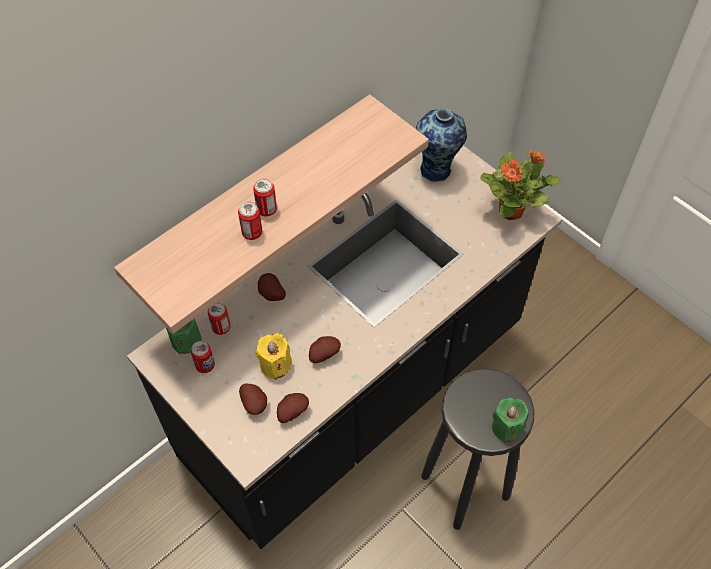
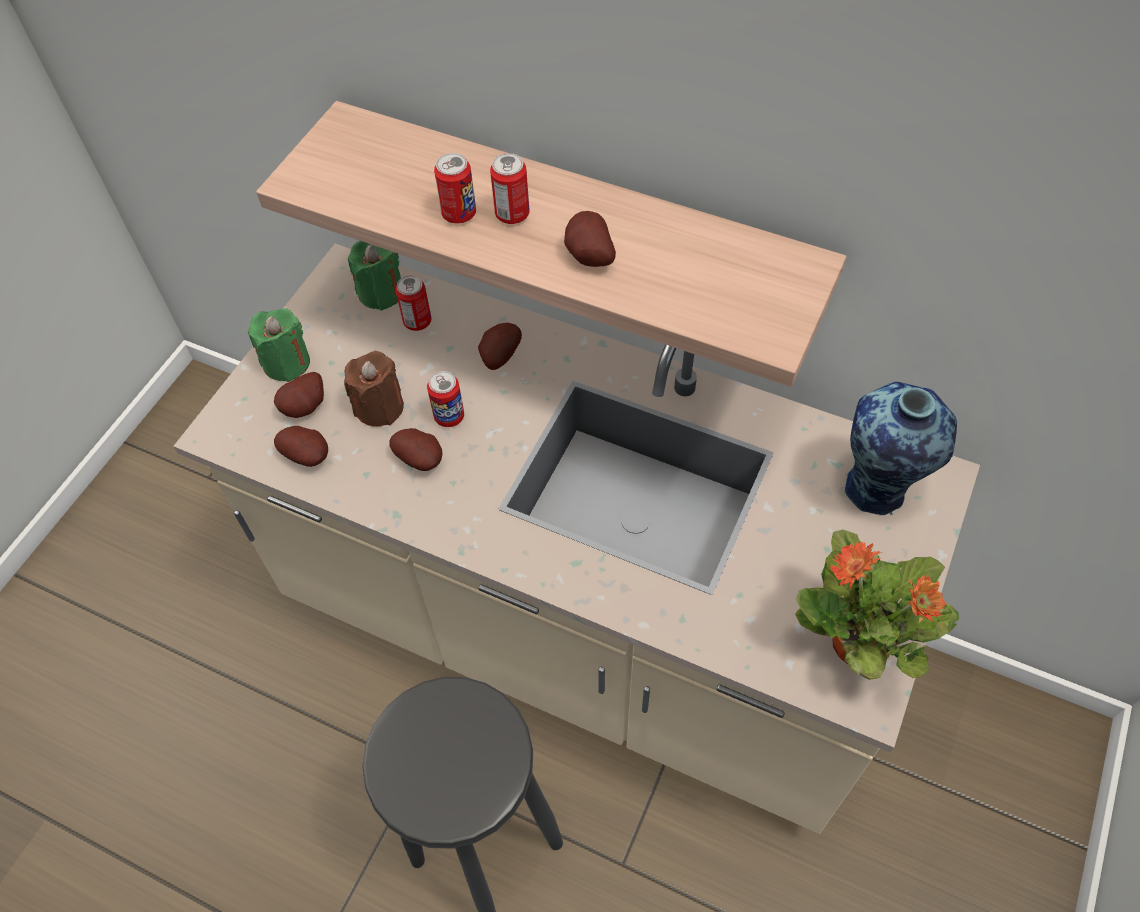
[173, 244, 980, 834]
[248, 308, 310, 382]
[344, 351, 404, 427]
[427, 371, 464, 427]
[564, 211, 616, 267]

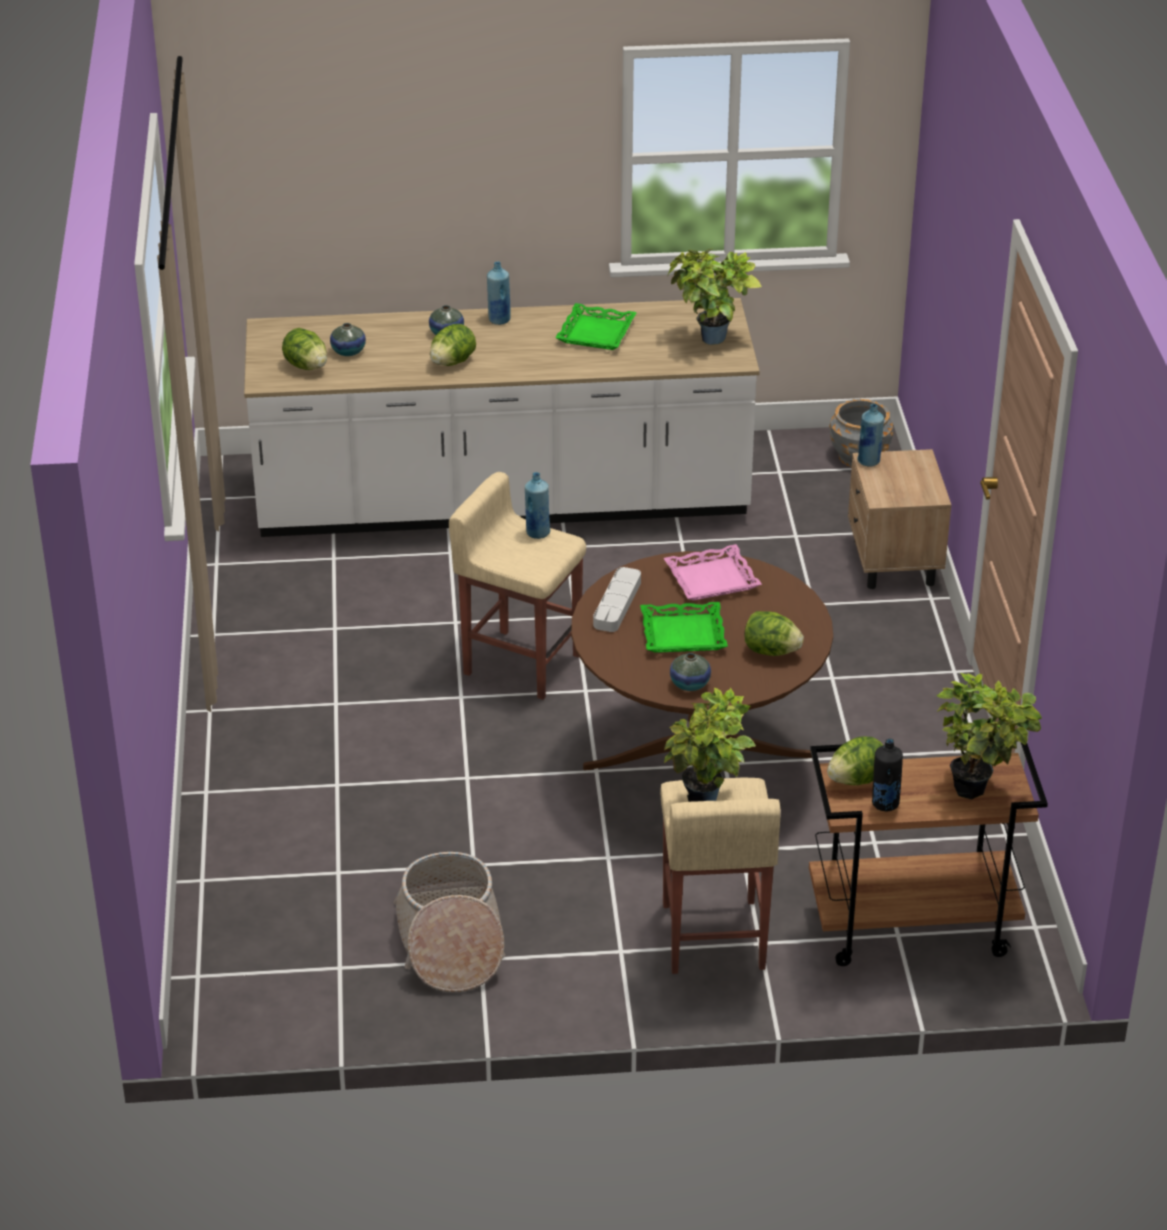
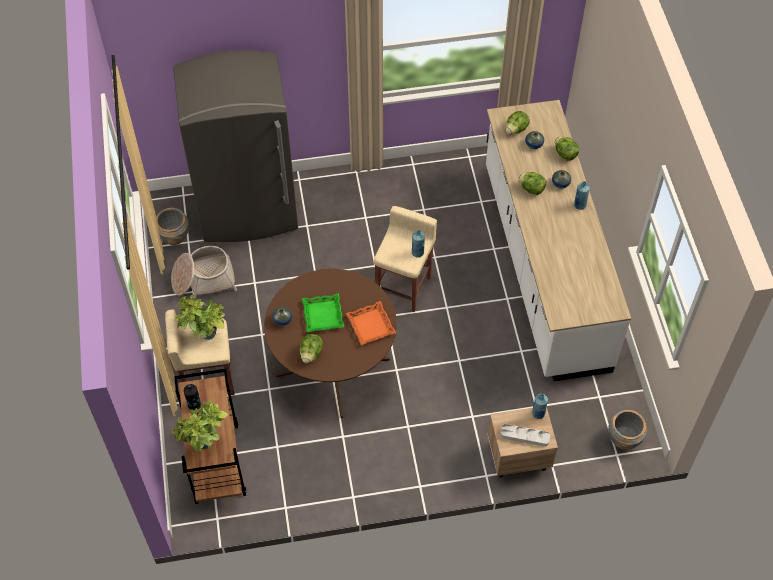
[156, 208, 189, 245]
[173, 50, 298, 242]
[346, 301, 396, 345]
[500, 424, 550, 447]
[555, 137, 579, 161]
[555, 303, 637, 350] (first image)
[668, 248, 762, 345] (first image)

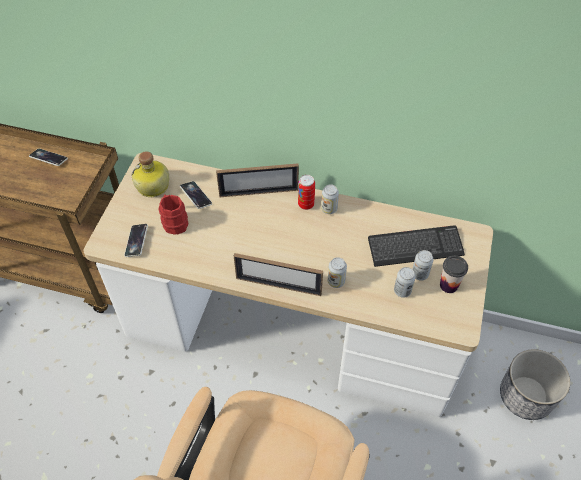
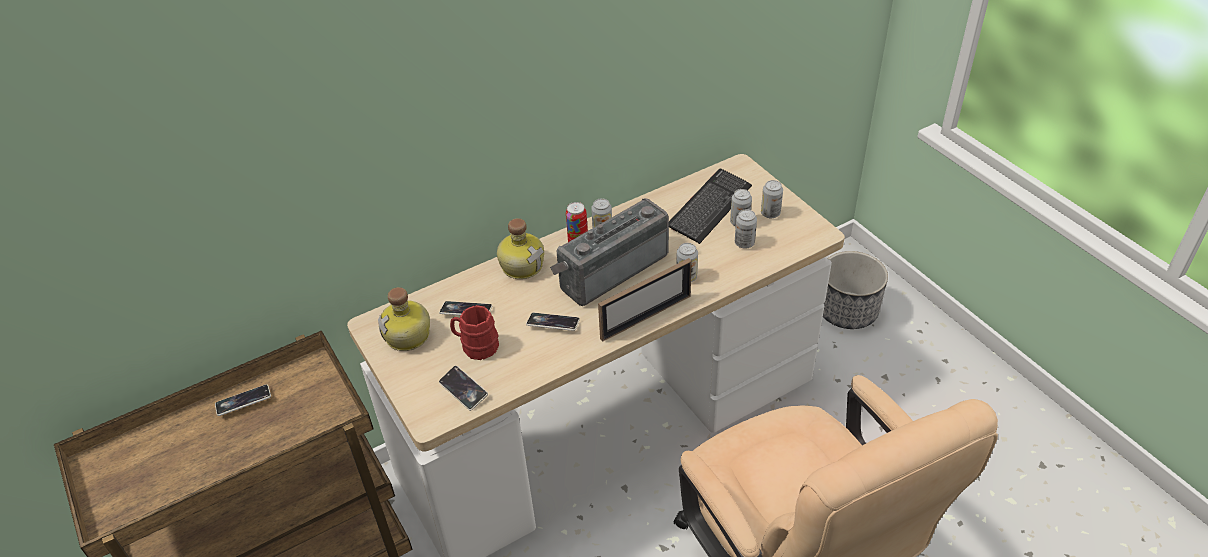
[497, 218, 544, 279]
[526, 313, 580, 331]
[550, 198, 669, 306]
[761, 180, 783, 218]

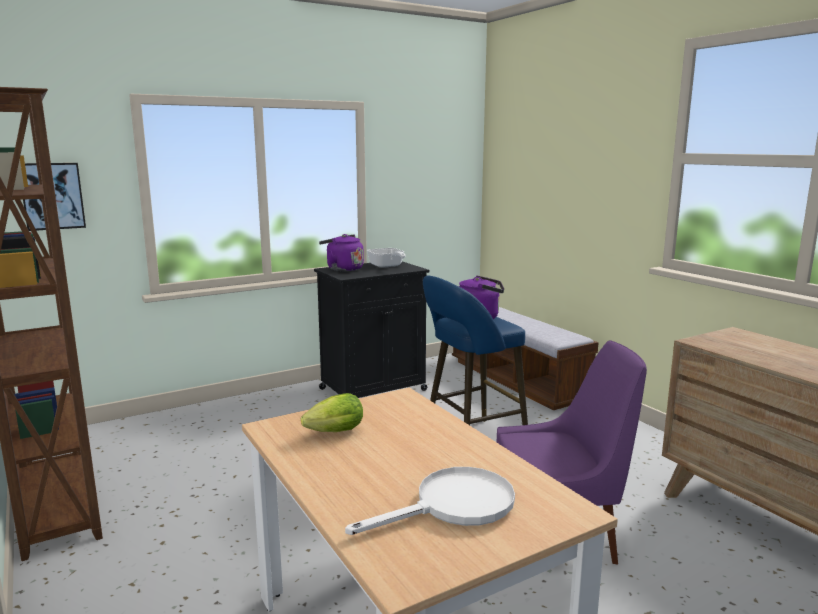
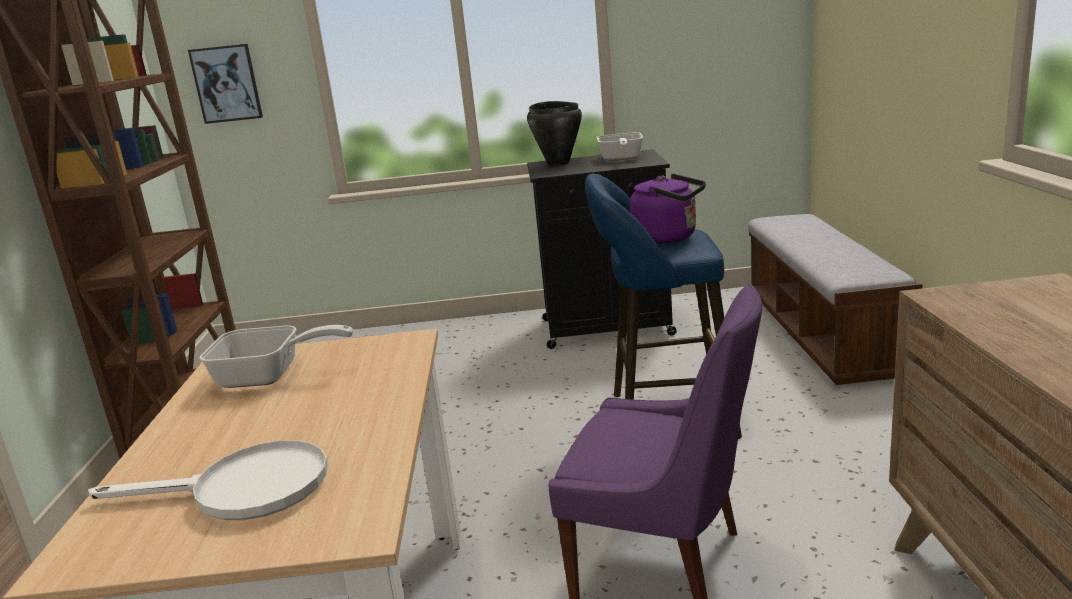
[199, 325, 353, 388]
[527, 101, 582, 166]

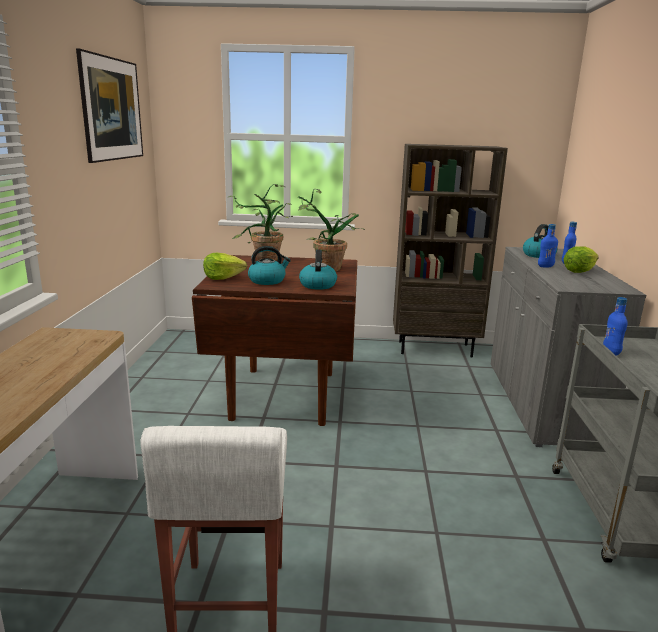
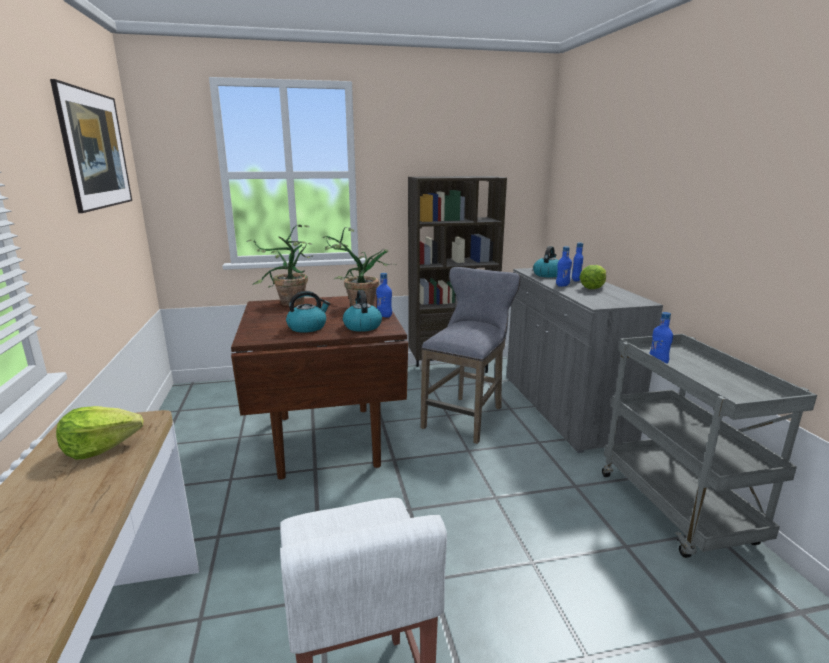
[56, 406, 144, 460]
[376, 273, 392, 318]
[421, 267, 521, 444]

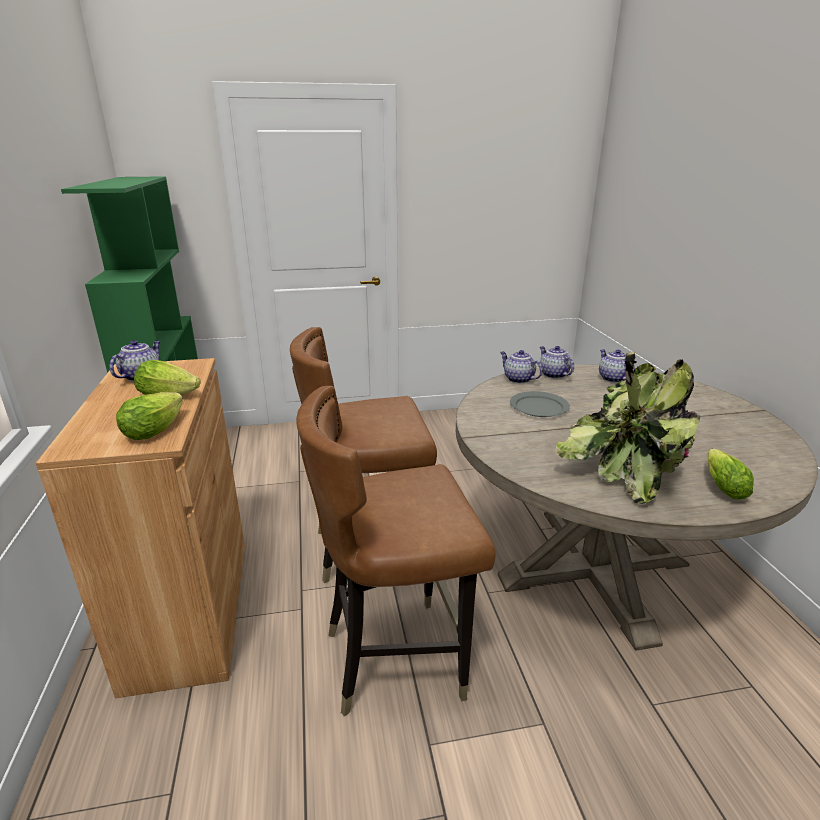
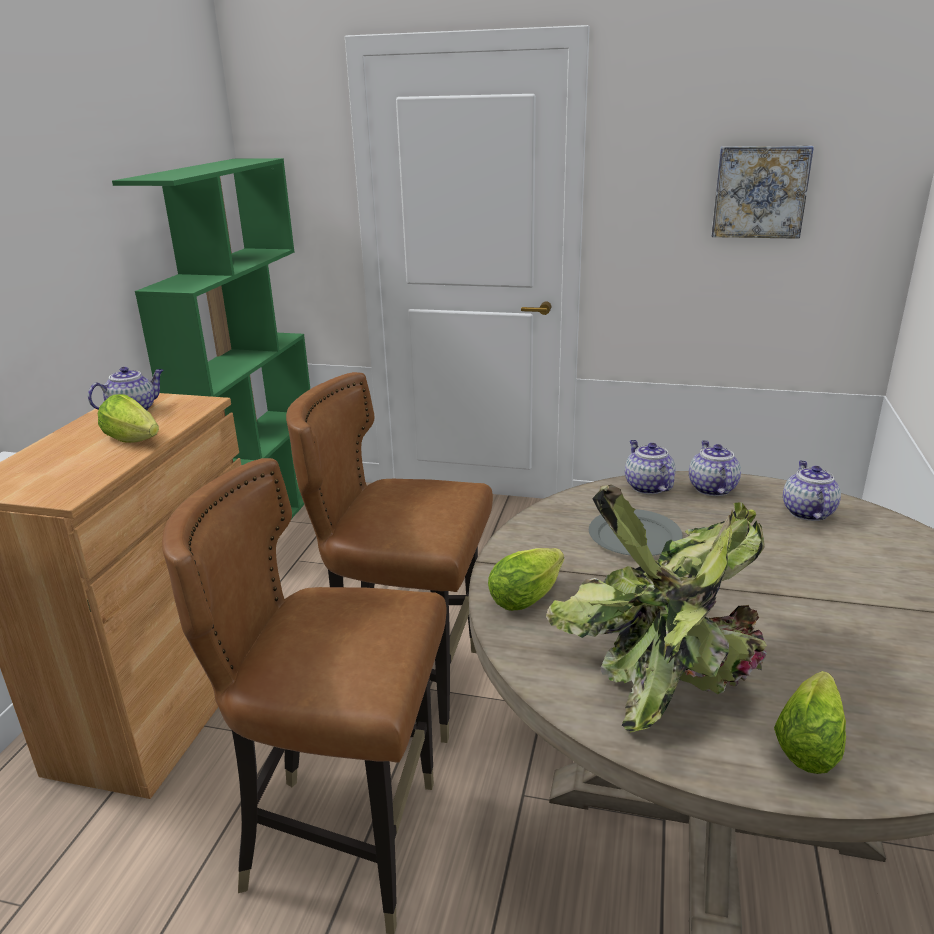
[488, 548, 564, 611]
[711, 146, 814, 239]

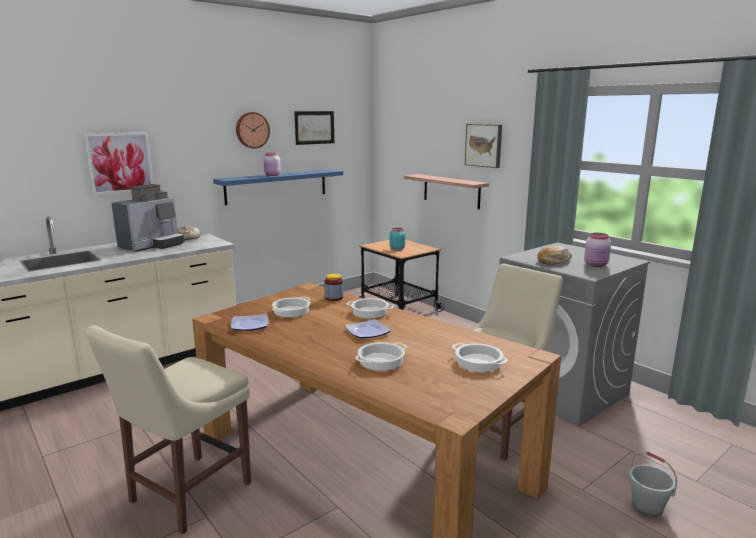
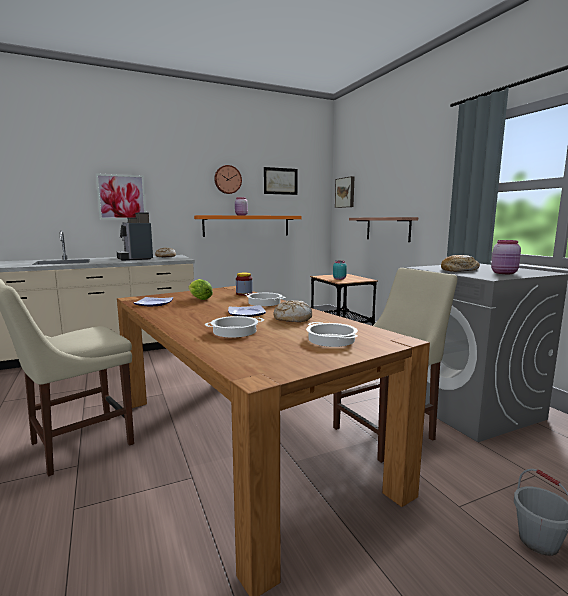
[117, 212, 153, 261]
[189, 279, 213, 300]
[194, 215, 302, 237]
[274, 300, 312, 322]
[335, 176, 355, 208]

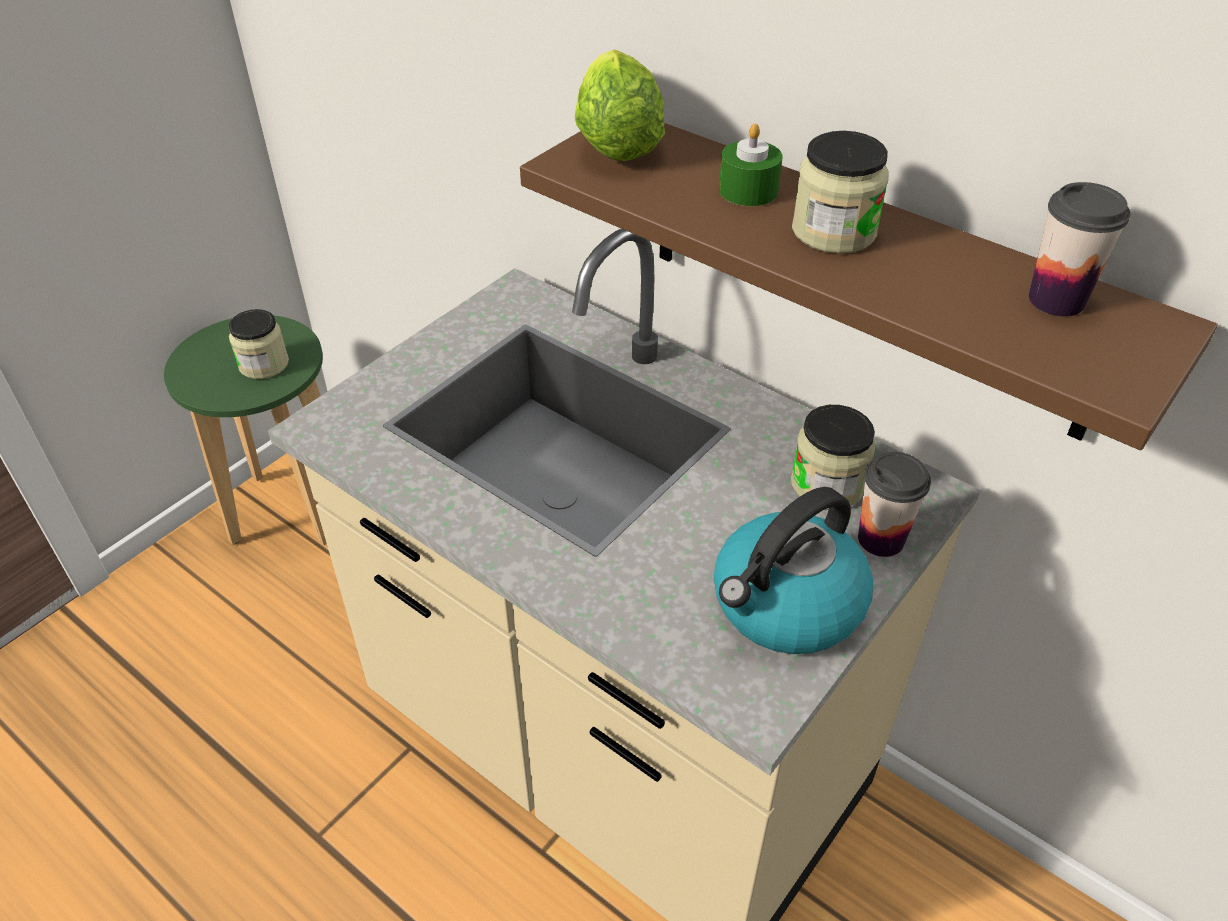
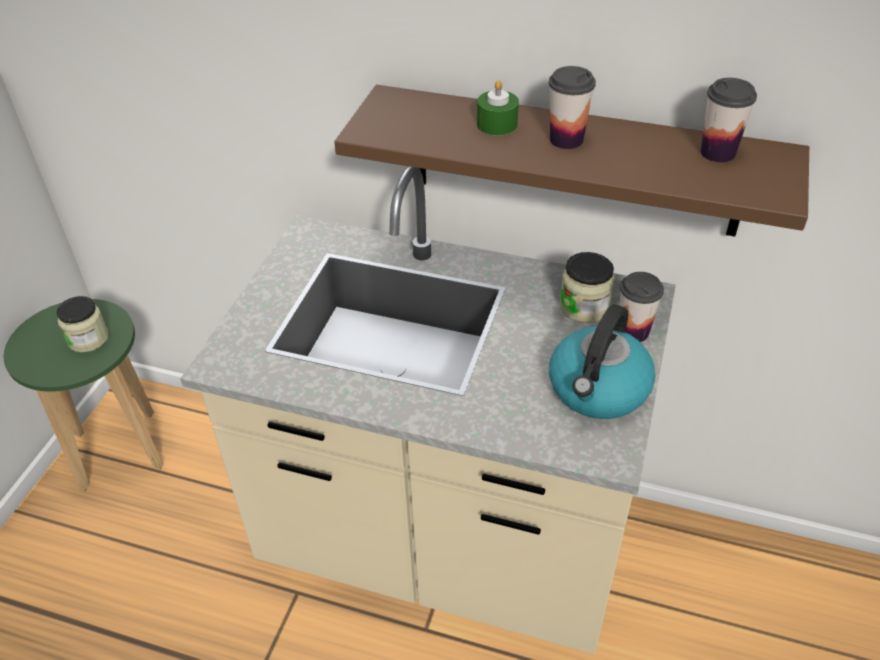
[549, 66, 596, 149]
[575, 49, 665, 161] (first image)

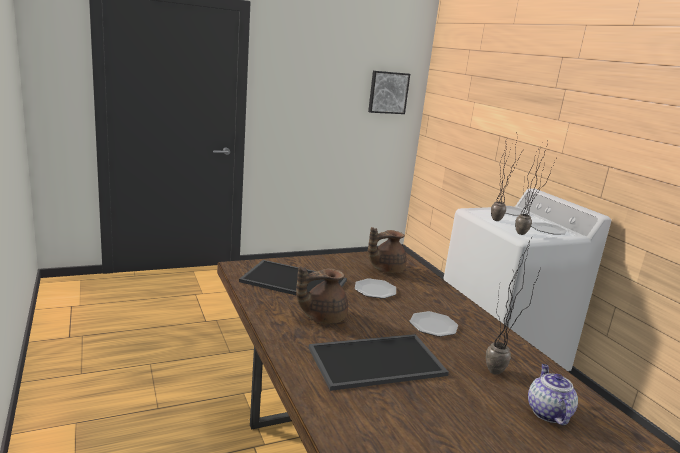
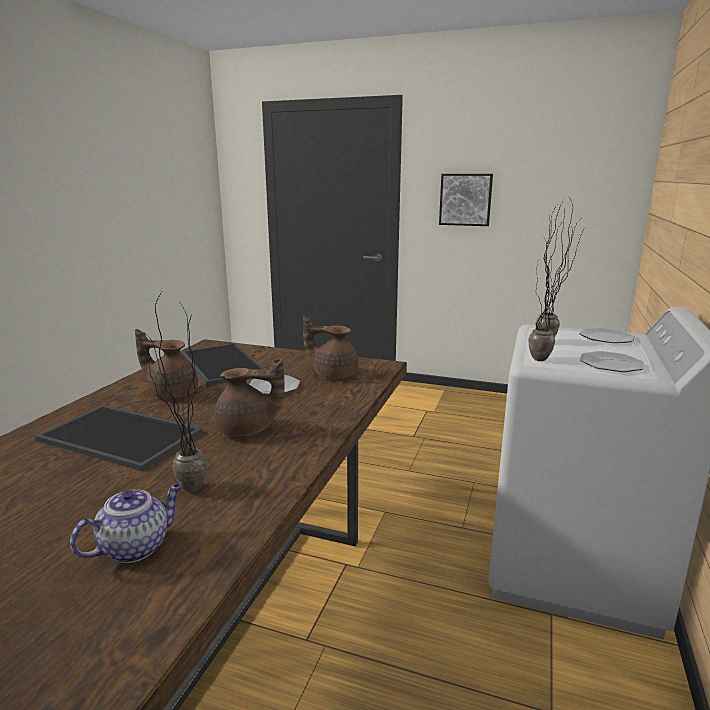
[214, 358, 285, 436]
[439, 174, 493, 226]

